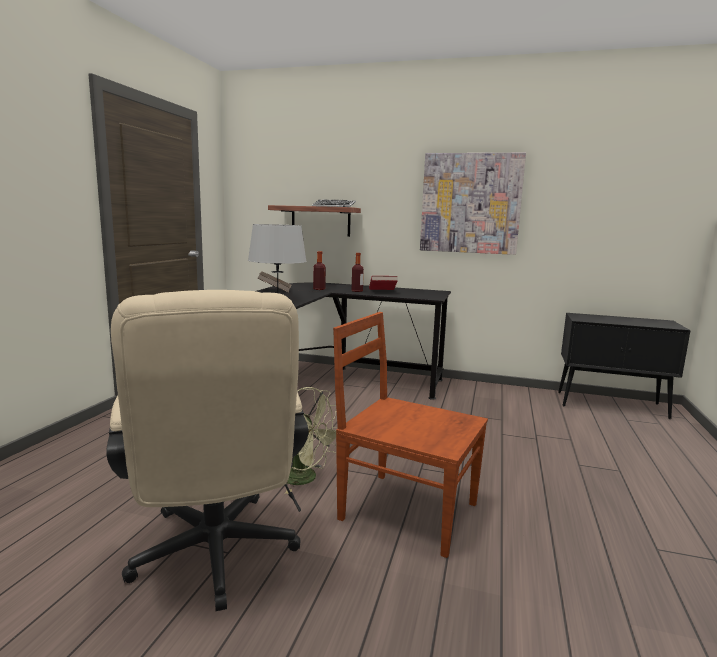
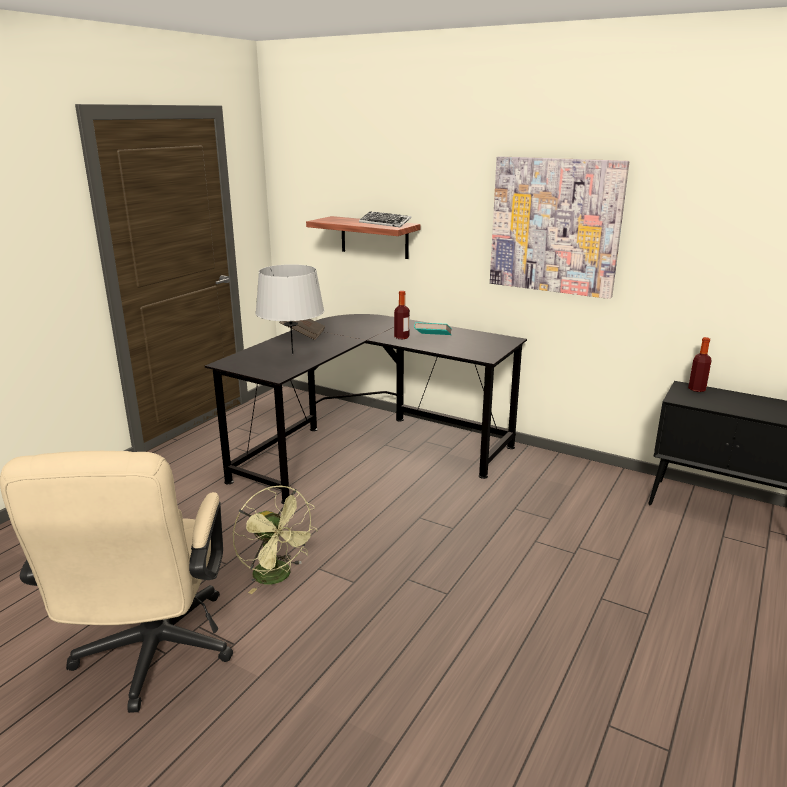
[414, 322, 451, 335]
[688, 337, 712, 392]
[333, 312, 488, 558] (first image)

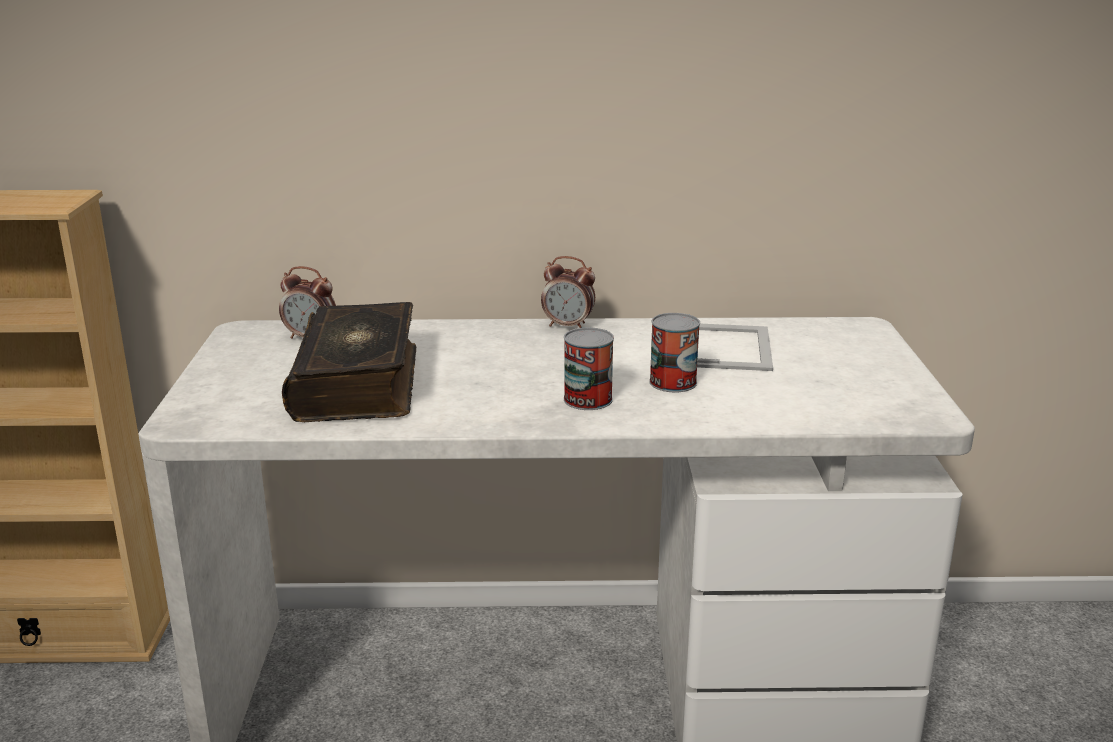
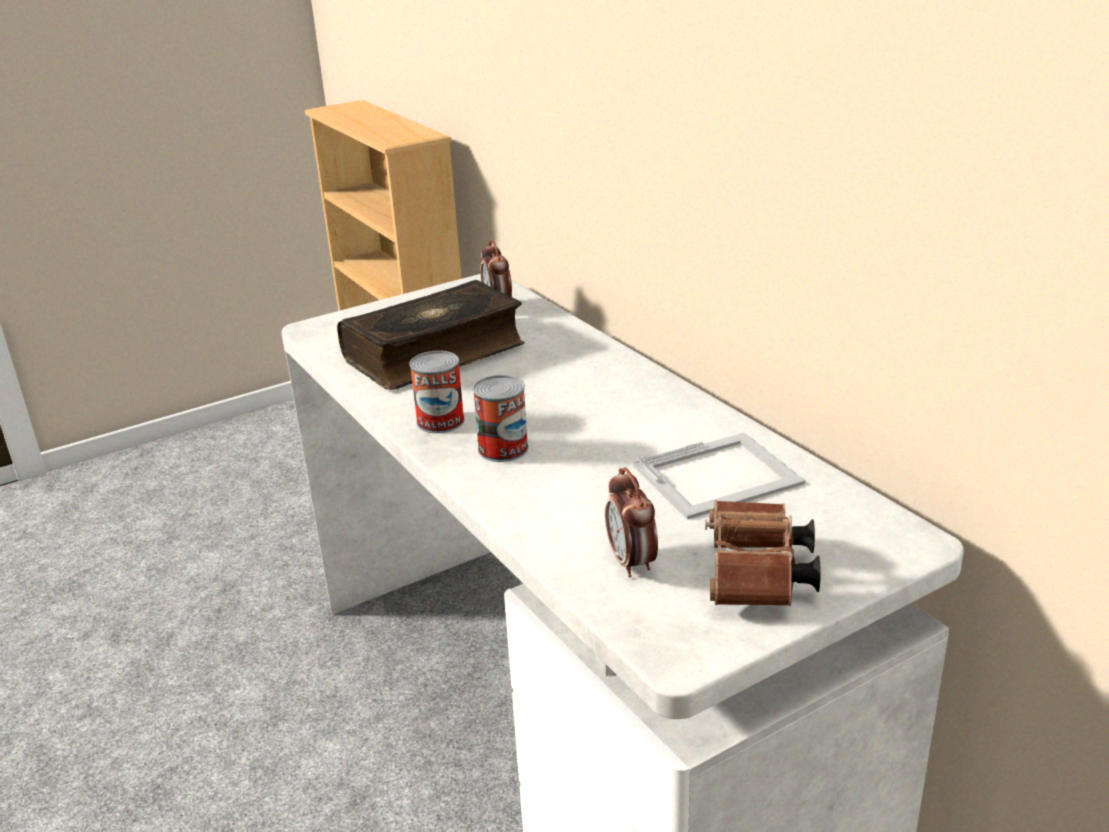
[409, 351, 465, 433]
[605, 467, 658, 578]
[705, 500, 821, 606]

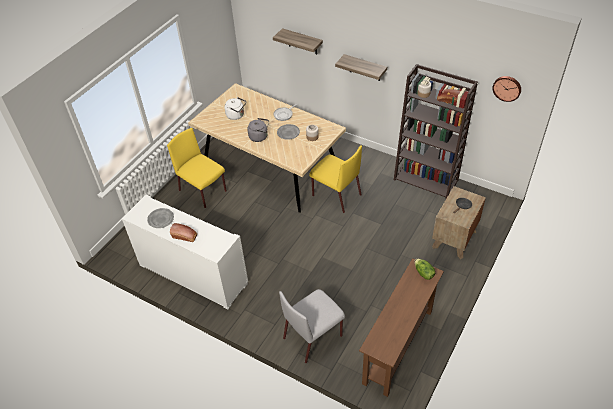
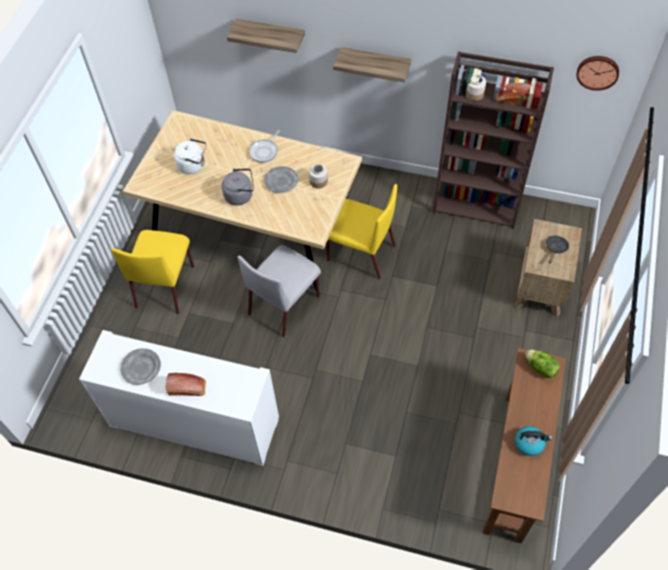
[111, 230, 194, 314]
[237, 245, 321, 337]
[515, 426, 552, 456]

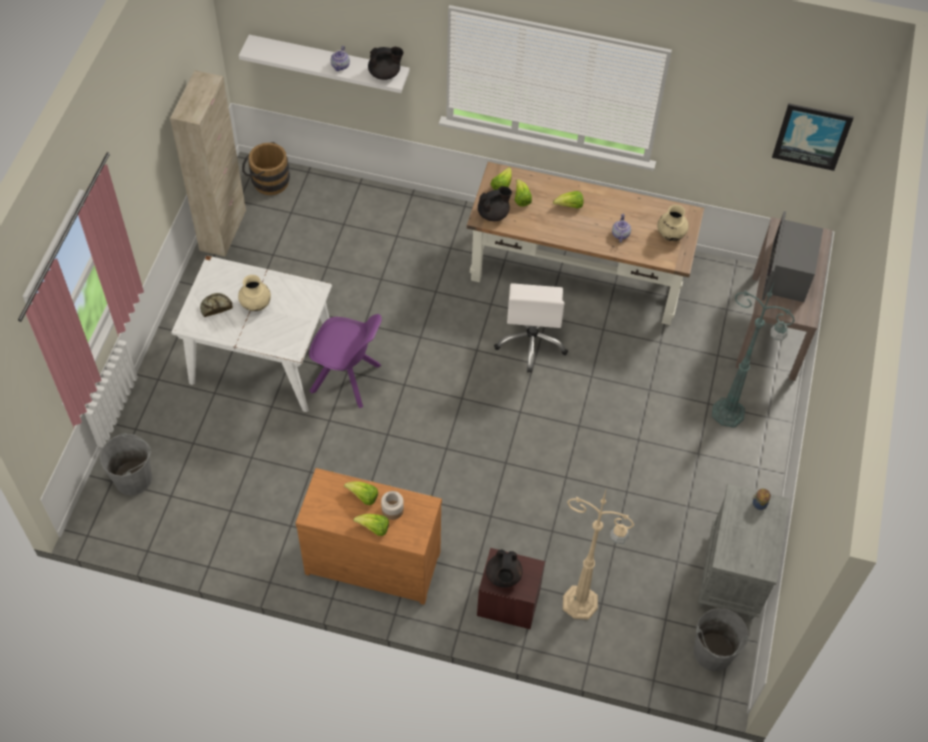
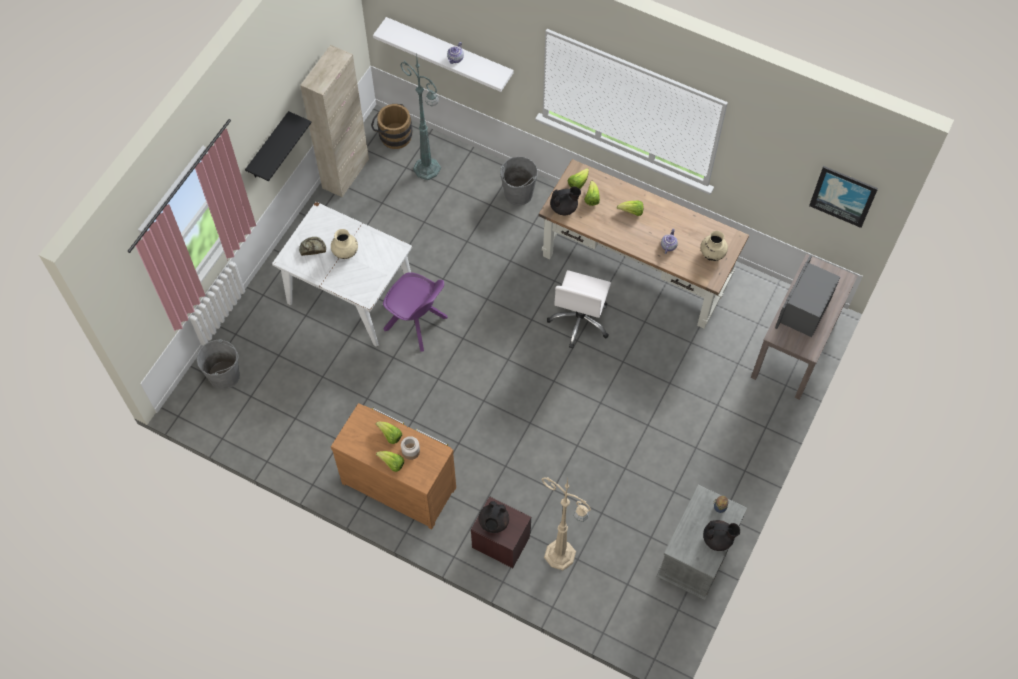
[245, 111, 312, 181]
[400, 53, 441, 181]
[500, 157, 538, 205]
[703, 520, 740, 551]

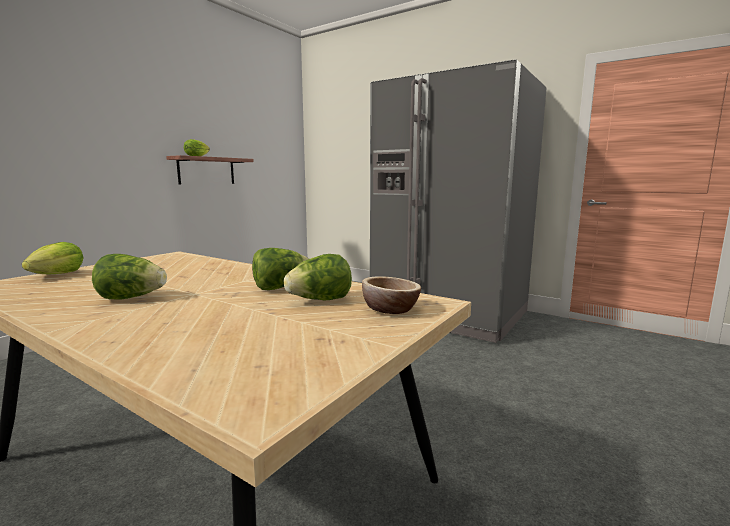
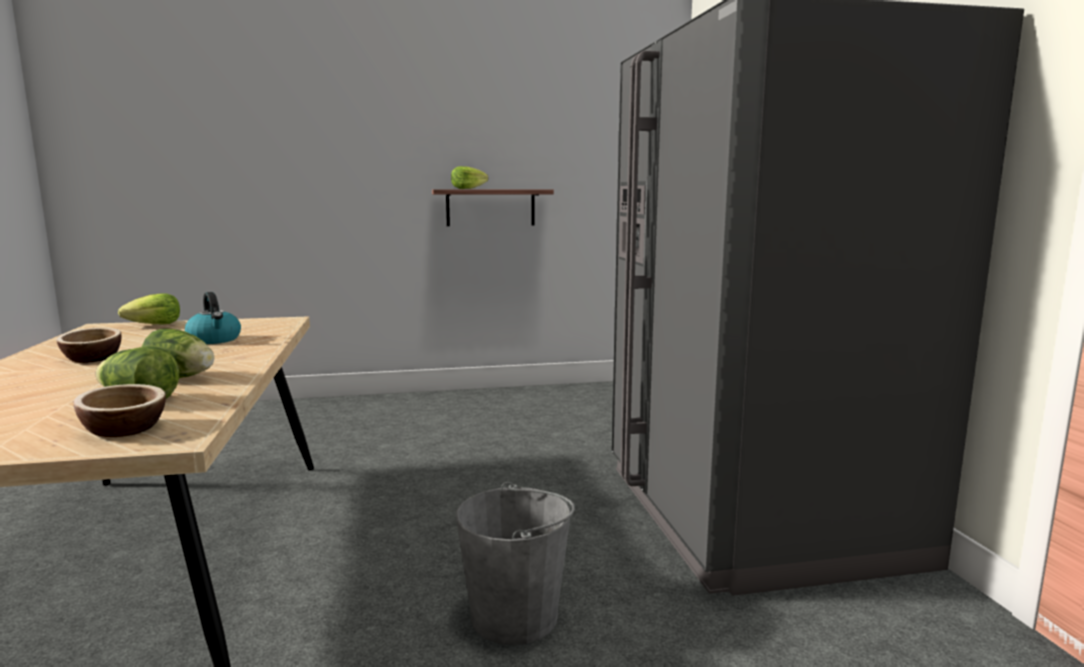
[56, 328, 121, 363]
[185, 292, 241, 344]
[456, 482, 575, 645]

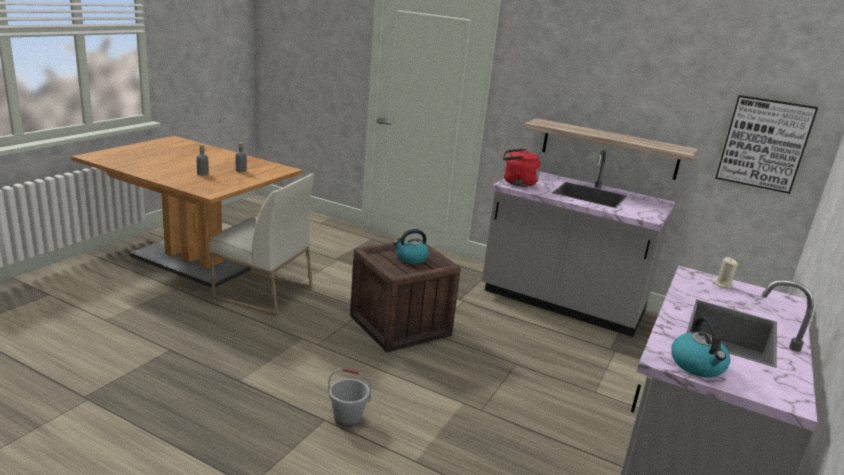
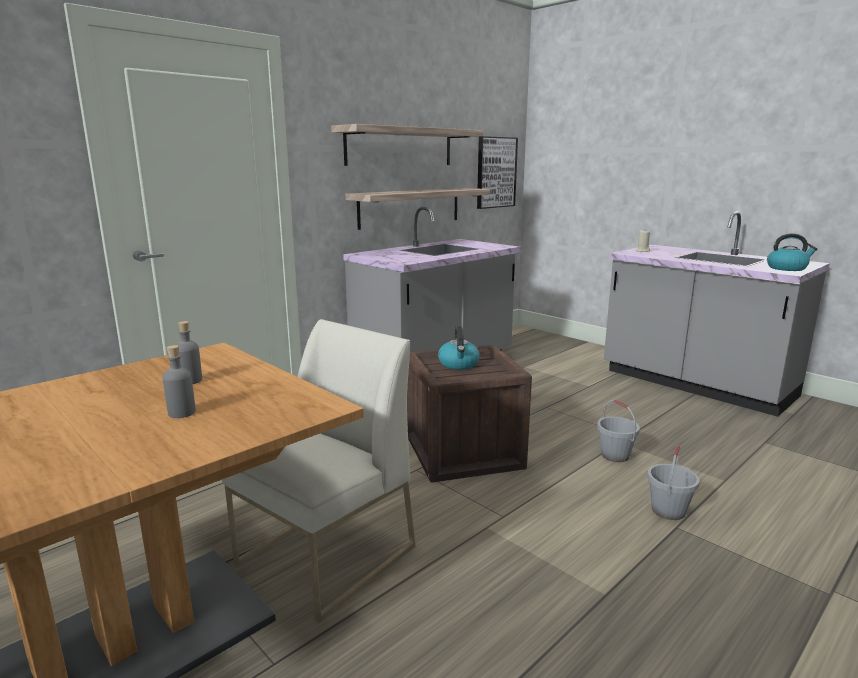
[331, 124, 483, 166]
[597, 400, 640, 462]
[503, 149, 541, 187] (first image)

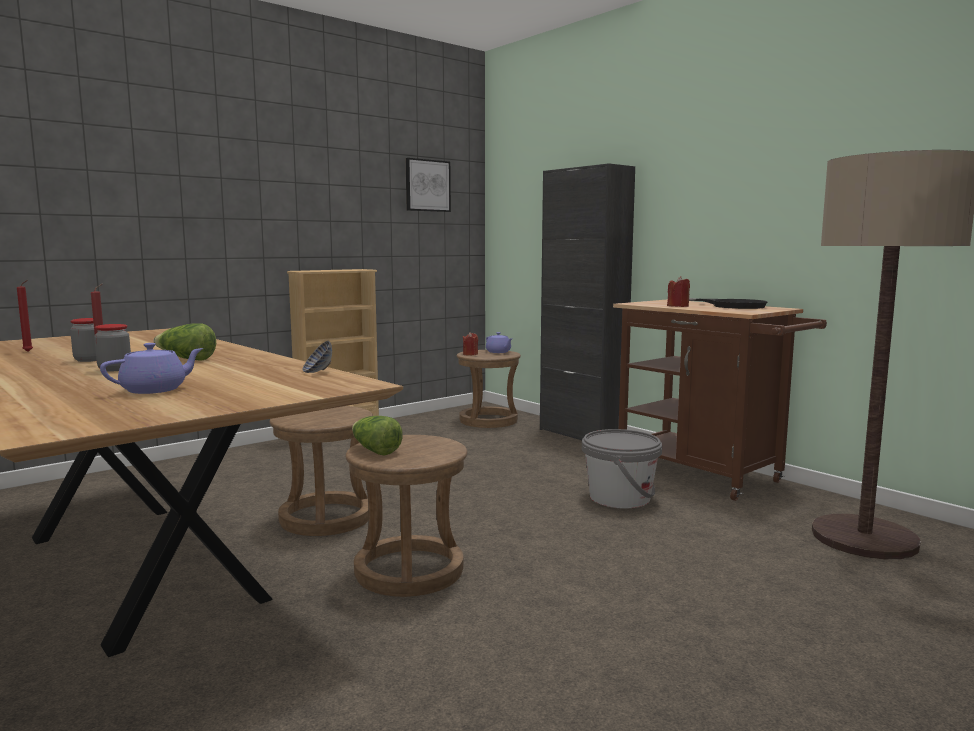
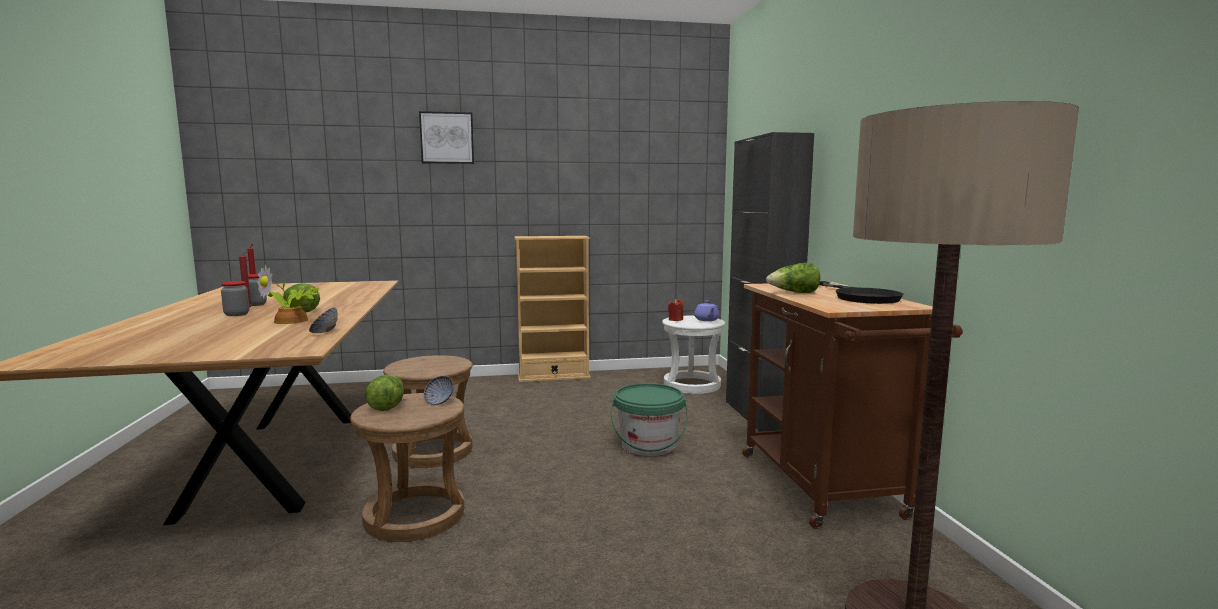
[257, 265, 319, 324]
[419, 111, 474, 164]
[424, 376, 453, 405]
[611, 383, 688, 456]
[662, 316, 725, 394]
[766, 263, 821, 293]
[100, 343, 204, 394] (first image)
[582, 429, 662, 509] (first image)

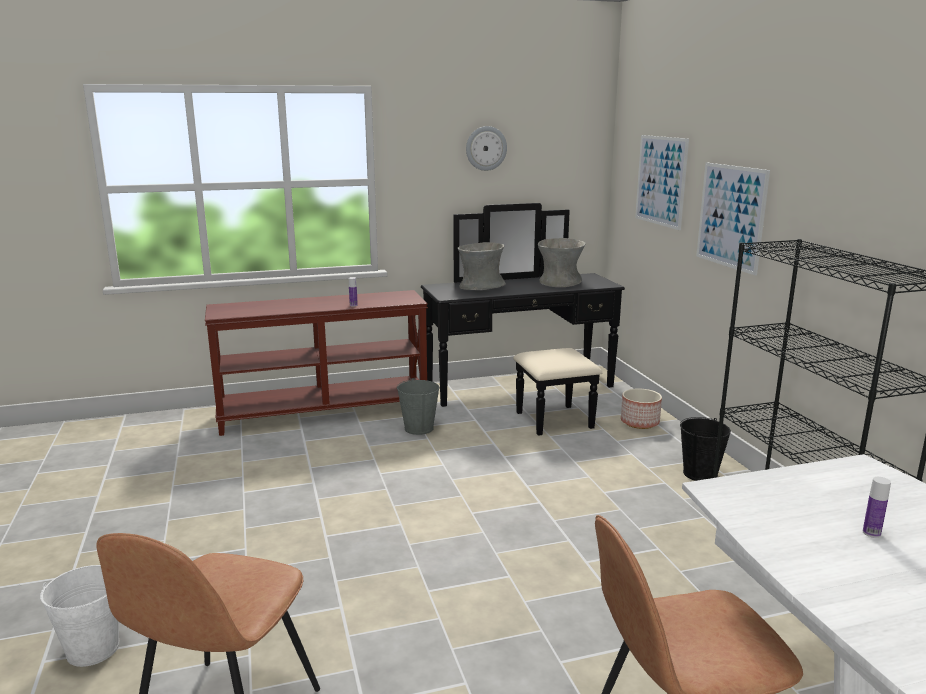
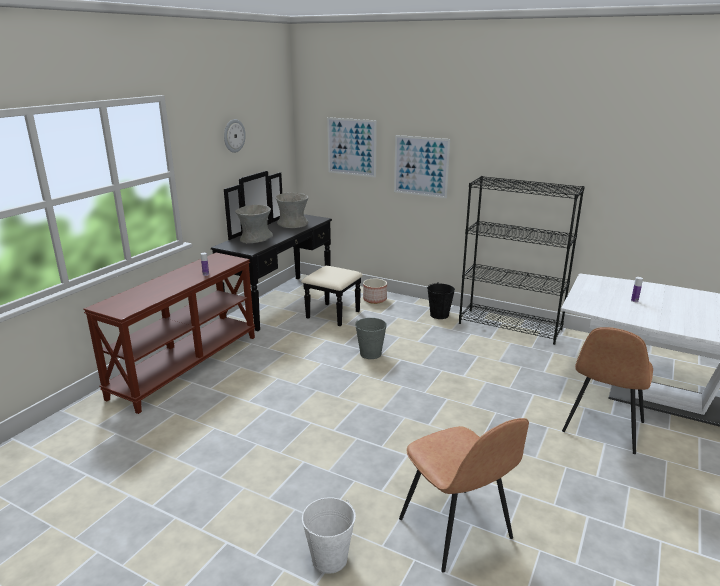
[355, 318, 387, 359]

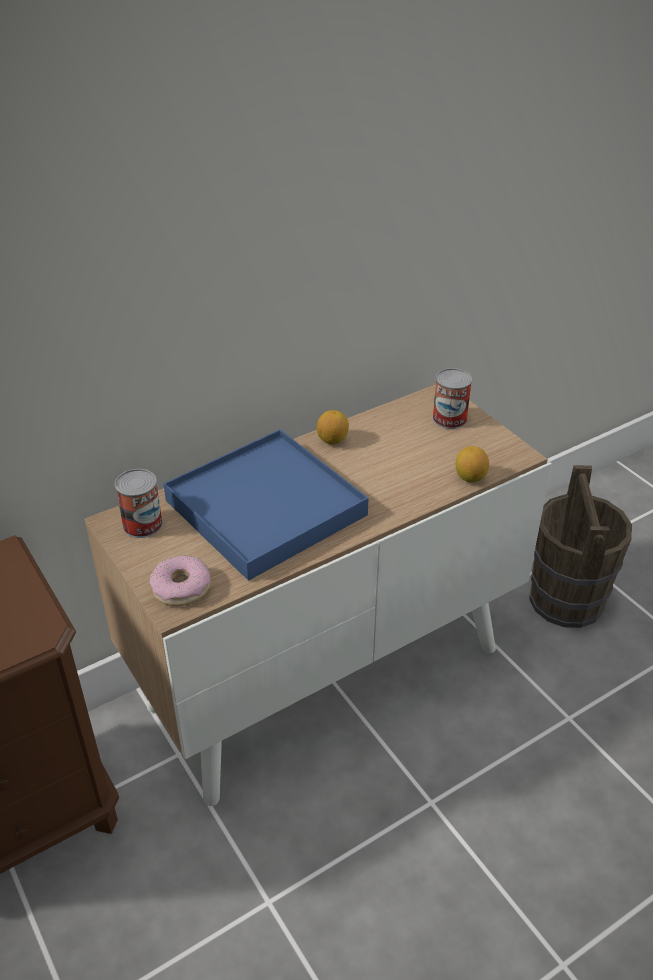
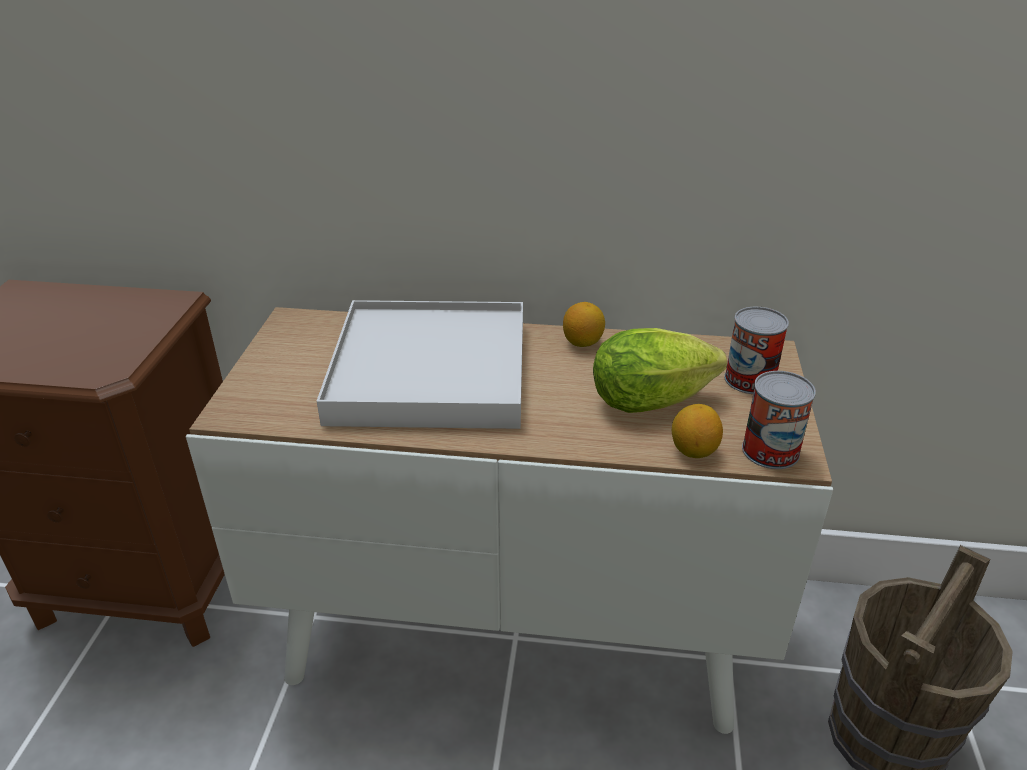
[317, 300, 523, 429]
[593, 328, 727, 413]
[742, 371, 816, 469]
[149, 555, 211, 606] (first image)

